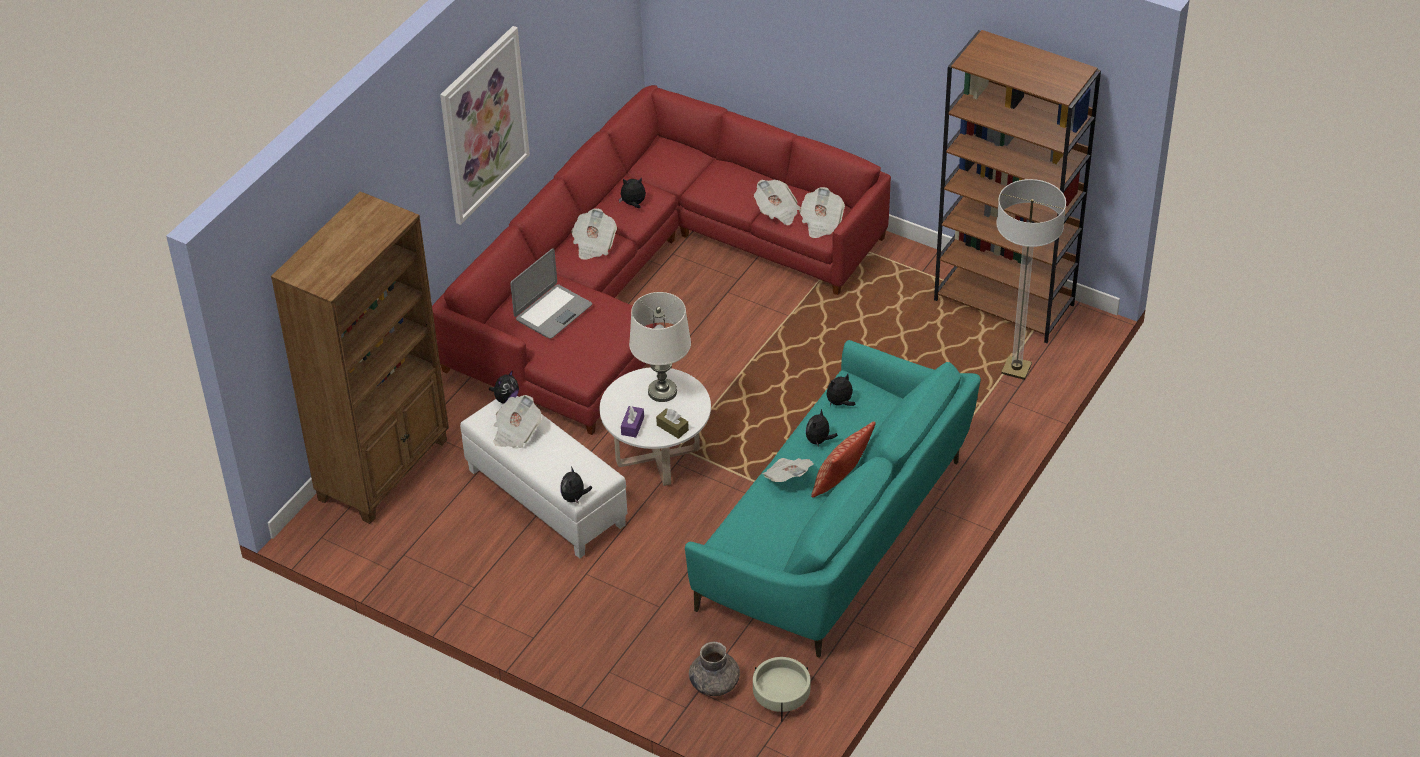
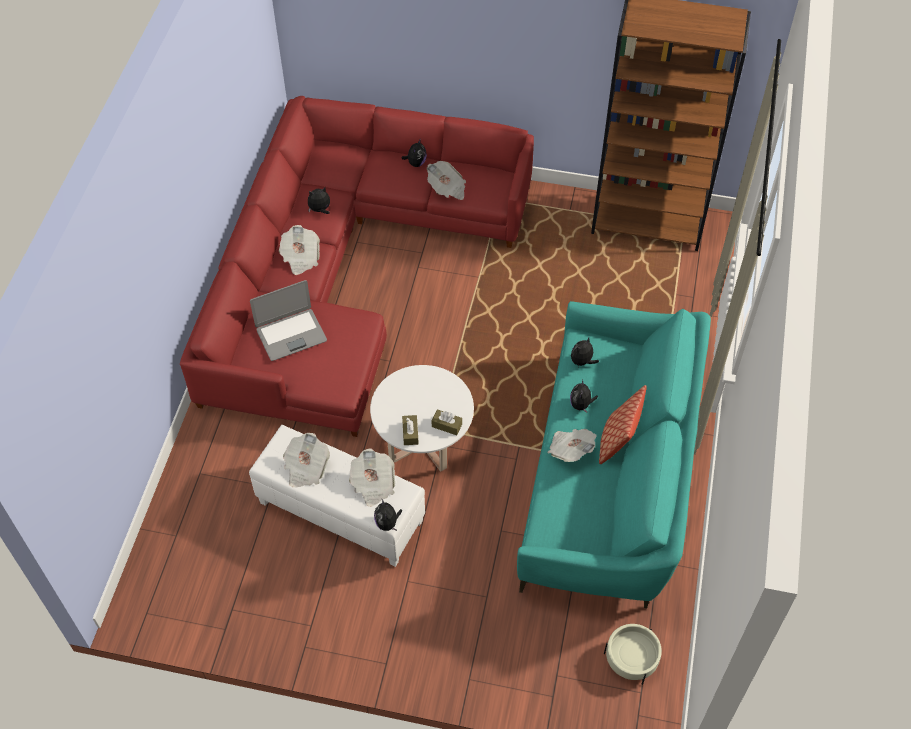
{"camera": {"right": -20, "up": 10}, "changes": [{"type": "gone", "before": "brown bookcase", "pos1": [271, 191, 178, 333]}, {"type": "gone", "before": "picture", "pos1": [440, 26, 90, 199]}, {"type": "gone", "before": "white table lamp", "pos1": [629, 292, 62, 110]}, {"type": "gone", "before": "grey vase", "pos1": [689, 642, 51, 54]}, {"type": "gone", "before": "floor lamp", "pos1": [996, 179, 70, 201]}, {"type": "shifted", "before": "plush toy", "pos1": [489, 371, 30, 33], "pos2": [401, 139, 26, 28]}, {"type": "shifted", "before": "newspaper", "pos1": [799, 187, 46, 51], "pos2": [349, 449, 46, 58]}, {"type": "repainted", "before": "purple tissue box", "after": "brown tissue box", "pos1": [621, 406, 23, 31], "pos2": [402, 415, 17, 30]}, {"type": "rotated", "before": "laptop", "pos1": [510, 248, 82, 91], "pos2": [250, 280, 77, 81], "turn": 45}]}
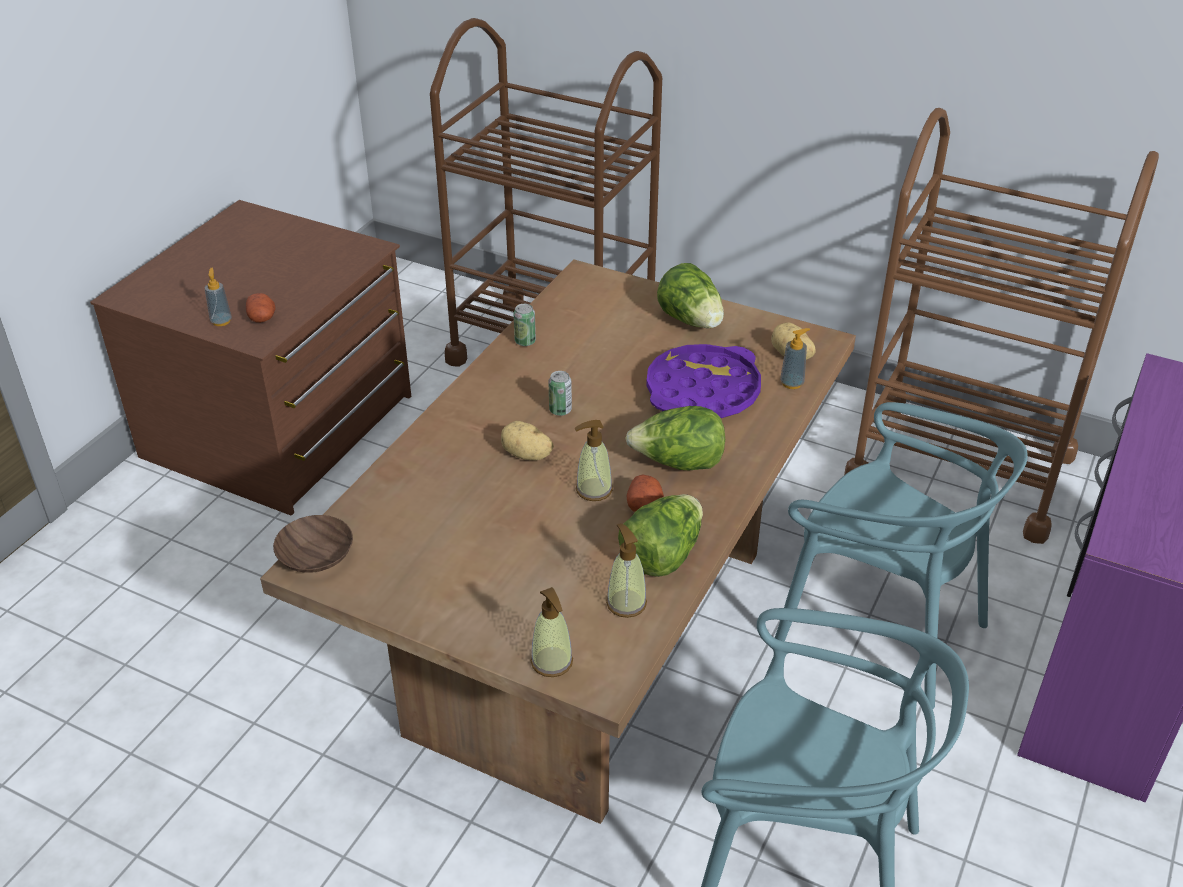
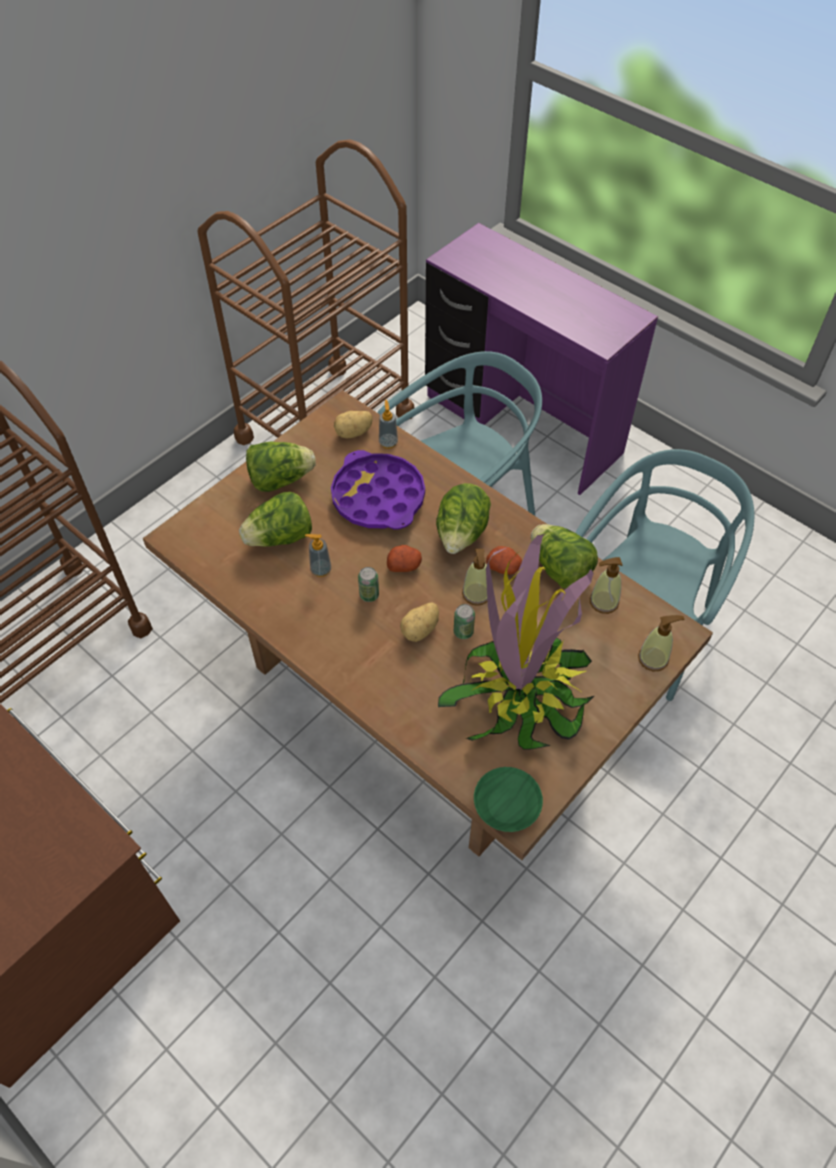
{"camera": {"right": -75, "up": 15}, "changes": [{"type": "new", "after": "lettuce", "pos2": [239, 492, 73, 55]}, {"type": "new", "after": "potted plant", "pos2": [438, 534, 156, 216]}, {"type": "shifted", "before": "soap dispenser", "pos1": [205, 268, 27, 58], "pos2": [305, 534, 26, 43]}, {"type": "shifted", "before": "potato", "pos1": [246, 293, 30, 30], "pos2": [387, 545, 35, 27]}, {"type": "shifted", "before": "can", "pos1": [513, 304, 23, 42], "pos2": [454, 604, 21, 35]}, {"type": "repainted", "before": "brown bowl", "after": "green bowl", "pos1": [273, 515, 80, 58], "pos2": [474, 767, 69, 65]}]}
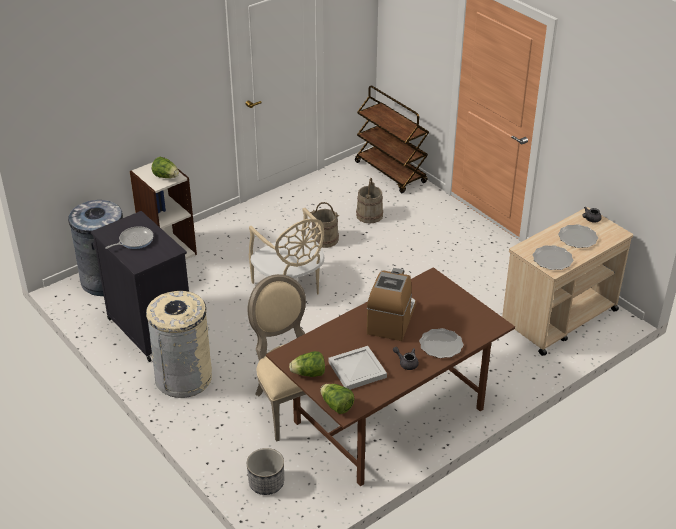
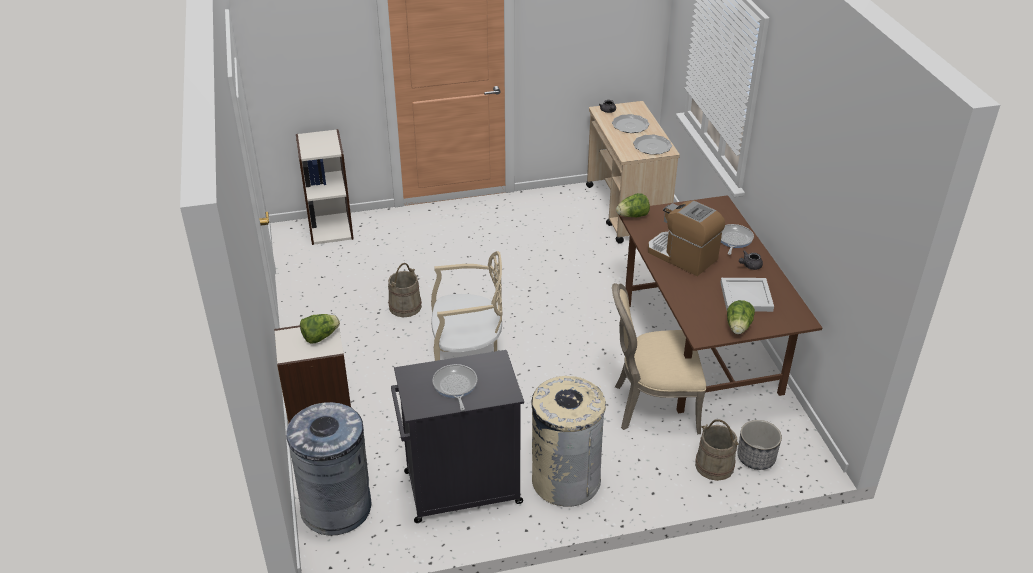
{"camera": {"right": -65, "up": 0}, "changes": [{"type": "shifted", "before": "lettuce", "pos1": [320, 384, 34, 30], "pos2": [616, 193, 34, 24]}, {"type": "shifted", "before": "beige bucket", "pos1": [356, 178, 27, 46], "pos2": [695, 419, 44, 62]}, {"type": "swapped", "before": "brown cart", "after": "bookcase", "pos1": [355, 85, 74, 108], "pos2": [296, 129, 58, 116]}, {"type": "swapped", "before": "plate", "after": "frying pan", "pos1": [419, 328, 45, 30], "pos2": [721, 224, 33, 31]}]}
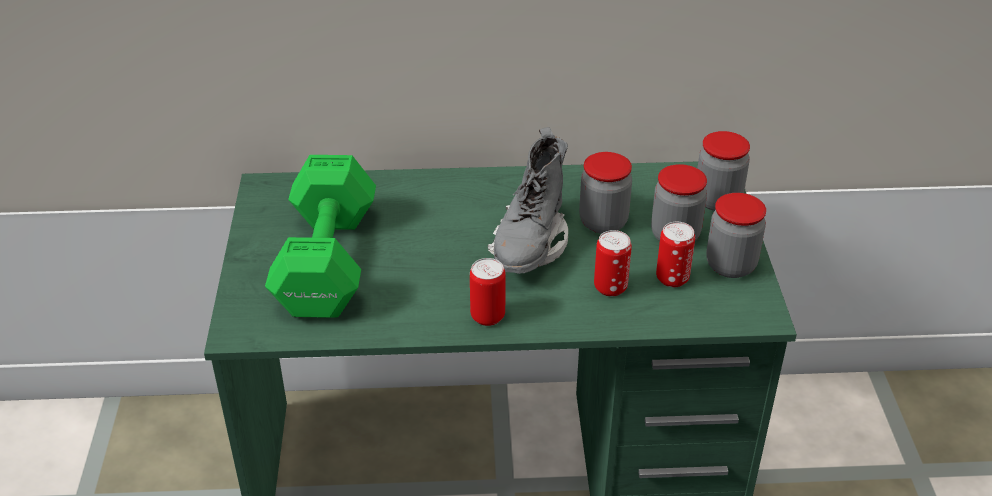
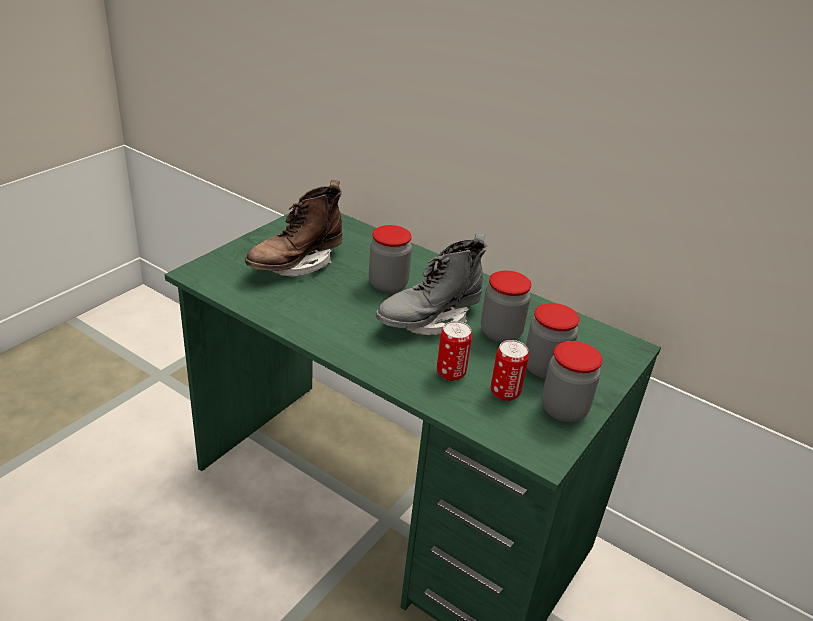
{"camera": {"right": 35, "up": -5}, "changes": [{"type": "gone", "before": "can", "pos1": [470, 258, 36, 68]}, {"type": "shifted", "before": "jar", "pos1": [697, 131, 53, 80], "pos2": [369, 225, 43, 68]}, {"type": "swapped", "before": "green dumbbell", "after": "brown boot", "pos1": [265, 155, 111, 163], "pos2": [245, 180, 98, 97]}]}
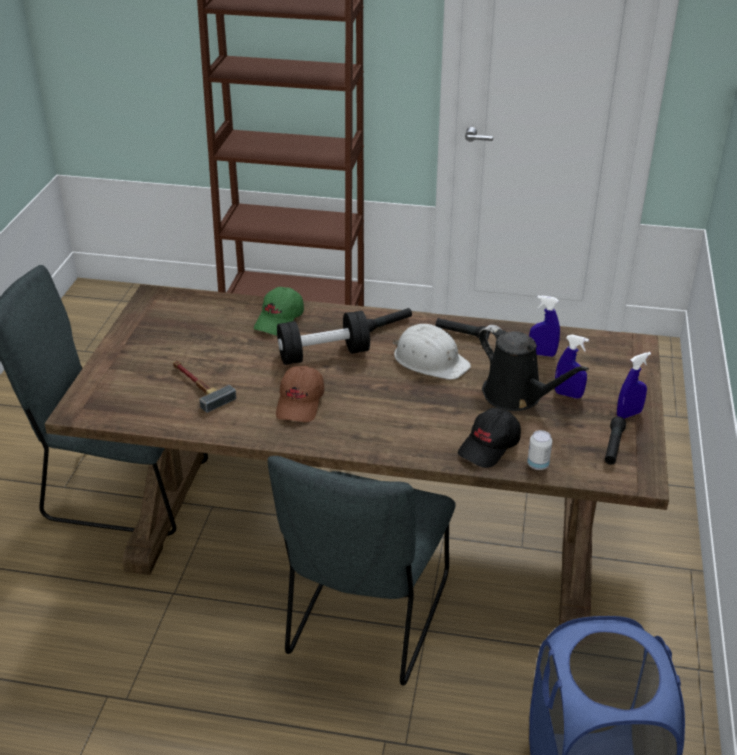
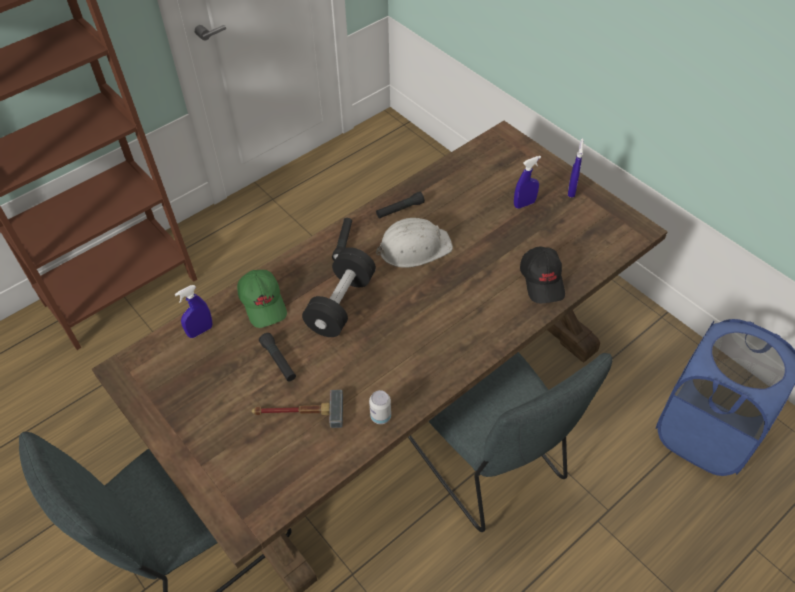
{"camera": {"right": -50, "up": 15}, "changes": [{"type": "gone", "before": "brown cap", "pos1": [276, 366, 48, 56]}, {"type": "gone", "before": "black watering can", "pos1": [479, 325, 110, 86]}, {"type": "shifted", "before": "can", "pos1": [527, 430, 25, 40], "pos2": [369, 390, 22, 34]}, {"type": "shifted", "before": "blue spray bottle", "pos1": [529, 295, 31, 62], "pos2": [175, 285, 37, 53]}, {"type": "shifted", "before": "black flashlight", "pos1": [605, 416, 21, 49], "pos2": [259, 333, 37, 48]}]}
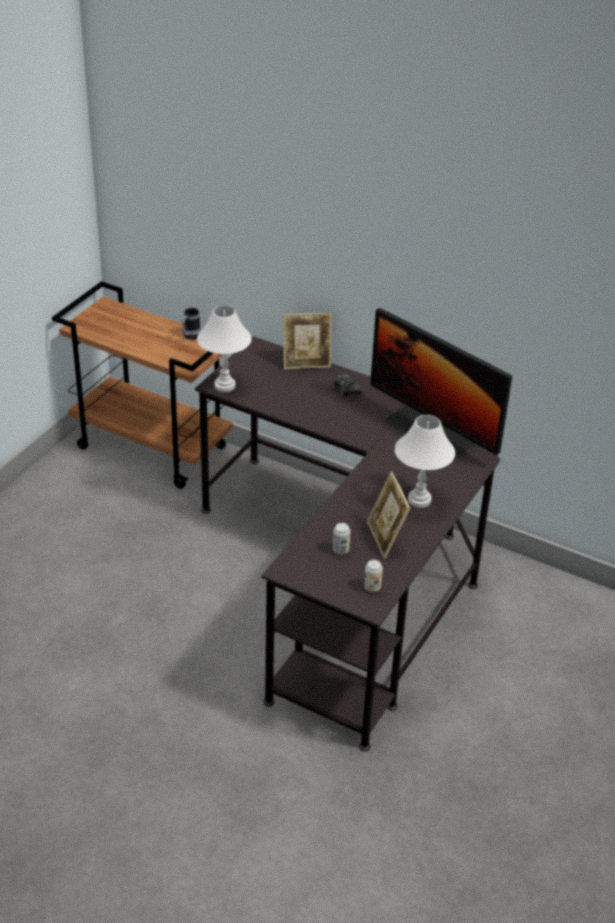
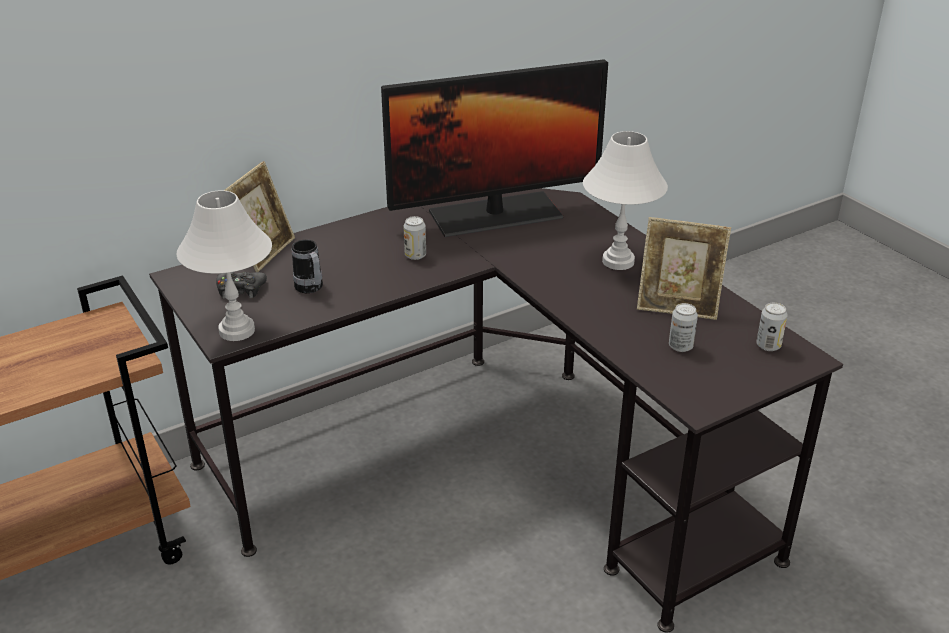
{"camera": {"right": -60, "up": -5}, "changes": [{"type": "new", "after": "can", "pos2": [404, 216, 22, 44]}, {"type": "shifted", "before": "mug", "pos1": [182, 308, 19, 32], "pos2": [292, 240, 31, 53]}, {"type": "shifted", "before": "black game controller", "pos1": [333, 374, 31, 23], "pos2": [216, 272, 51, 27]}]}
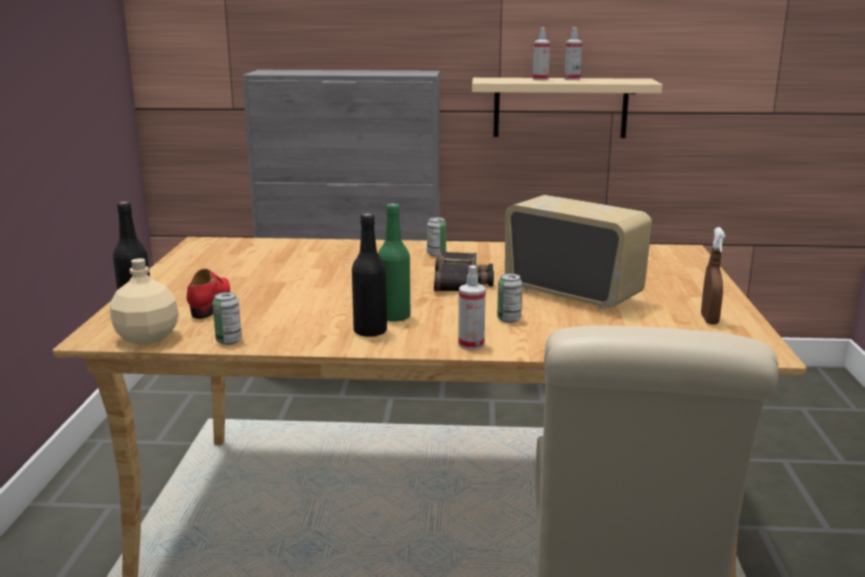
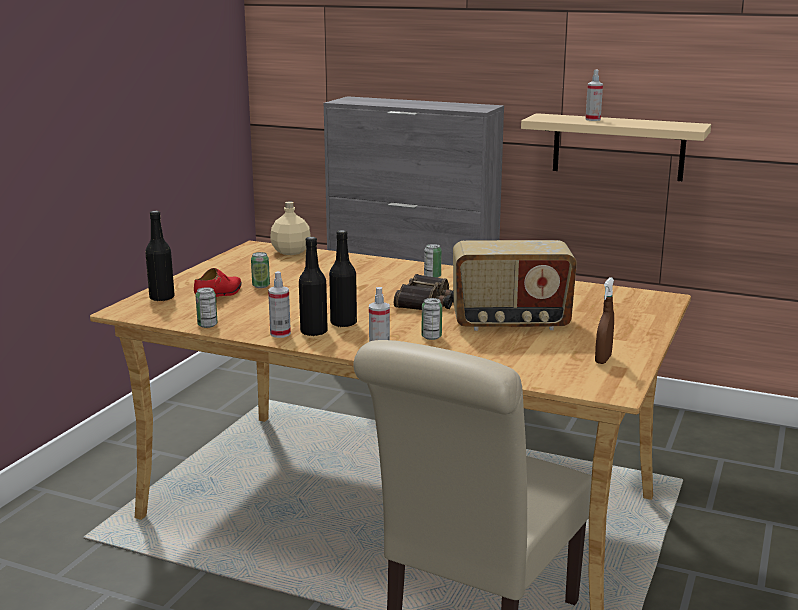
{"camera": {"right": 20, "up": 0}, "changes": [{"type": "new", "after": "can", "pos2": [251, 252, 19, 36]}, {"type": "shifted", "before": "beige bottle", "pos1": [110, 258, 69, 87], "pos2": [270, 201, 40, 54]}, {"type": "shifted", "before": "spray bottle", "pos1": [564, 27, 18, 53], "pos2": [268, 271, 23, 67]}, {"type": "repainted", "before": "green bottle", "after": "black bottle", "pos1": [378, 203, 32, 119], "pos2": [329, 230, 28, 98]}, {"type": "rotated", "before": "radio", "pos1": [505, 195, 147, 114], "pos2": [453, 240, 124, 91], "turn": 120}]}
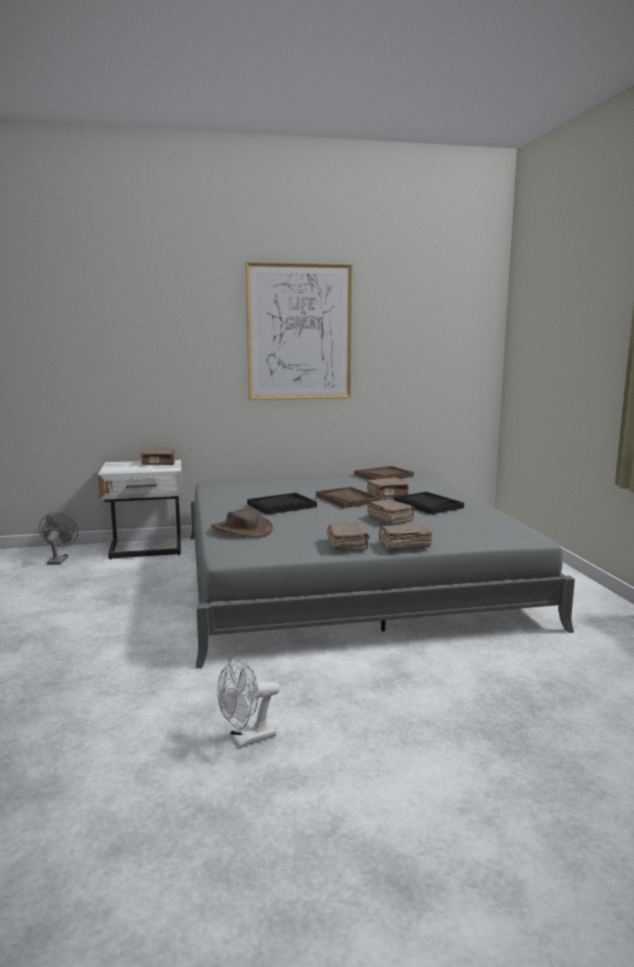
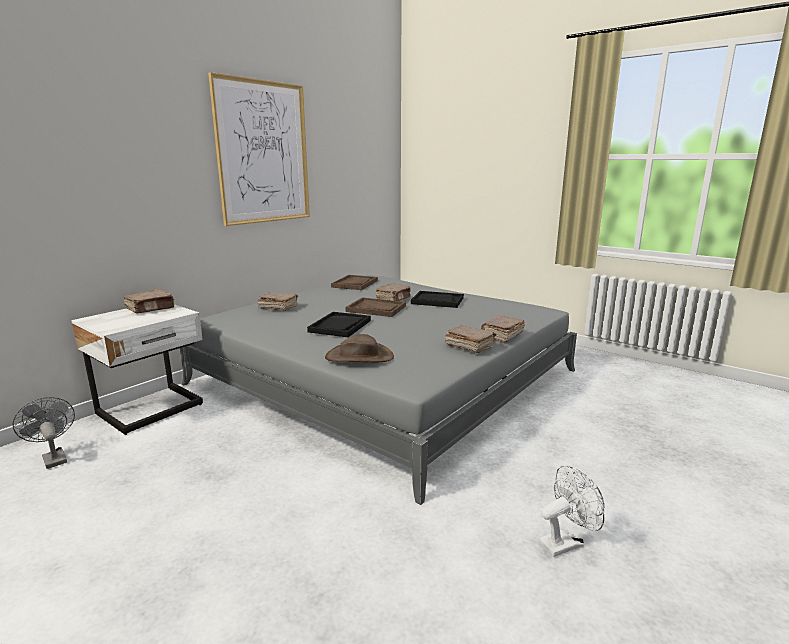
{"camera": {"right": -40, "up": 5}, "changes": [{"type": "shifted", "before": "brown book", "pos1": [367, 499, 49, 25], "pos2": [258, 292, 40, 19]}, {"type": "rotated", "before": "white fan", "pos1": [217, 656, 63, 92], "pos2": [539, 465, 65, 92], "turn": -135}]}
